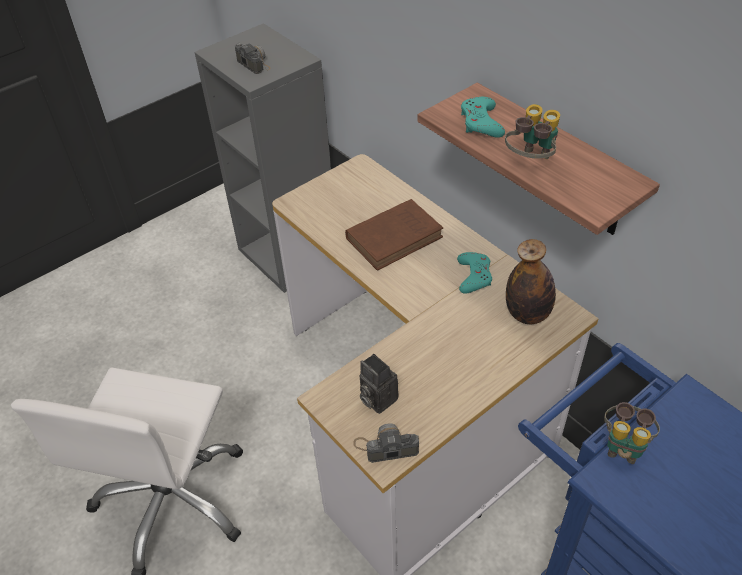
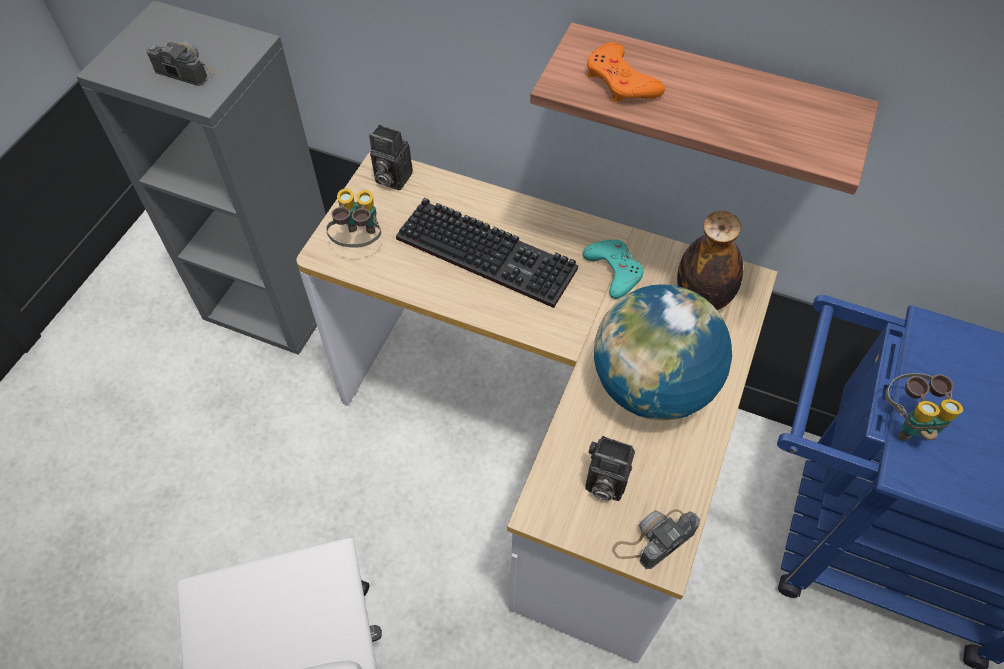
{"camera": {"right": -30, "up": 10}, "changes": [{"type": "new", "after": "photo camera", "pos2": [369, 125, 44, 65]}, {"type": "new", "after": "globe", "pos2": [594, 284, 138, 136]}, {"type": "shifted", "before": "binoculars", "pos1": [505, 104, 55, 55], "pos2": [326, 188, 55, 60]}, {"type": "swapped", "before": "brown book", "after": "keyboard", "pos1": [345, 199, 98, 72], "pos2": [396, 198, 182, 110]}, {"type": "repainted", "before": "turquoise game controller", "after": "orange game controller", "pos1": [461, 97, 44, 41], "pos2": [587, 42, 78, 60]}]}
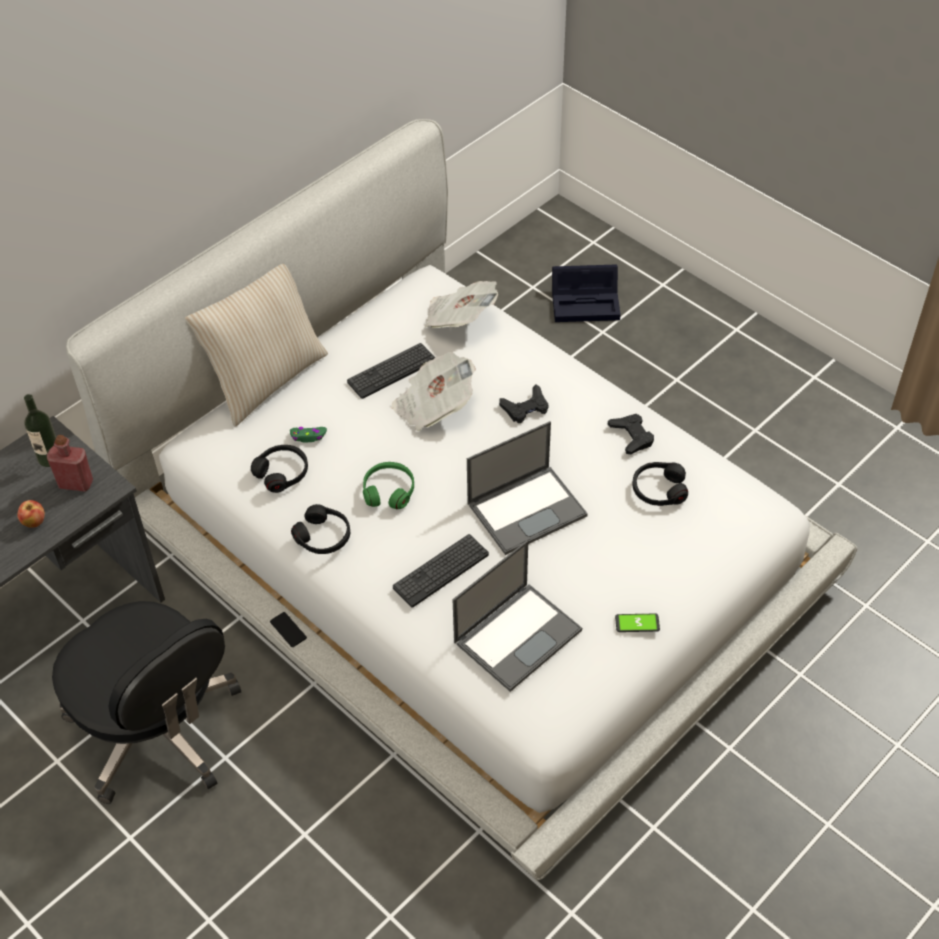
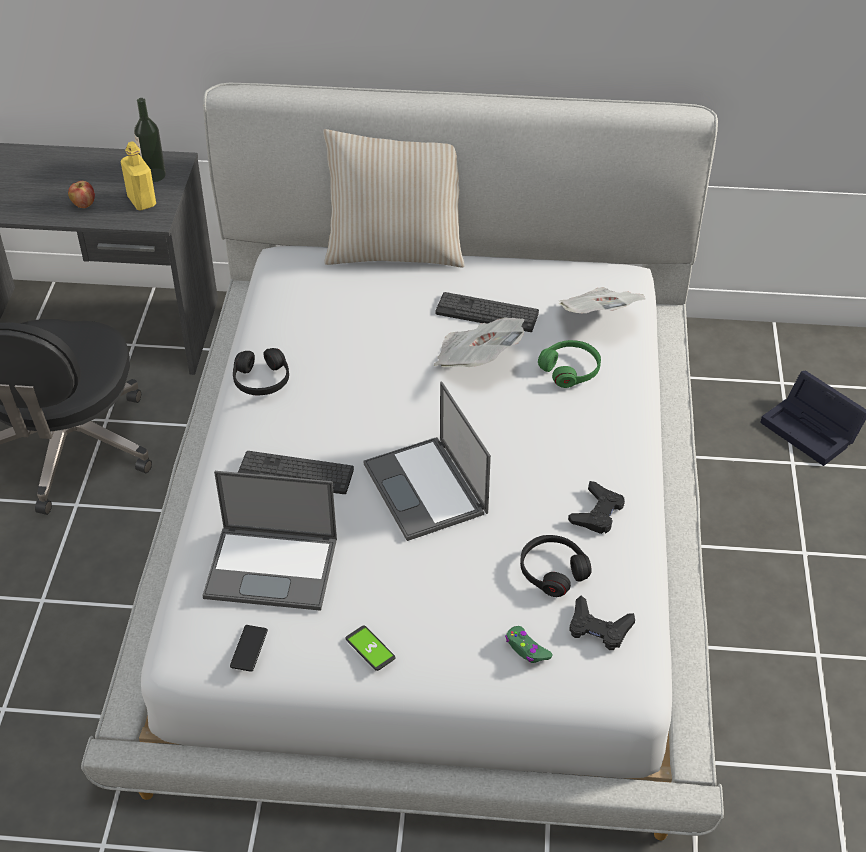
{"camera": {"right": 50, "up": -5}, "changes": [{"type": "gone", "before": "black headphones", "pos1": [251, 445, 57, 48]}, {"type": "shifted", "before": "phone", "pos1": [270, 612, 37, 35], "pos2": [230, 625, 38, 47]}, {"type": "shifted", "before": "green game controller", "pos1": [290, 427, 37, 15], "pos2": [505, 626, 48, 37]}, {"type": "shifted", "before": "green headphones", "pos1": [363, 462, 51, 47], "pos2": [538, 340, 63, 48]}, {"type": "shifted", "before": "black game controller", "pos1": [499, 384, 49, 39], "pos2": [569, 596, 66, 54]}, {"type": "repainted", "before": "red bottle", "after": "yellow bottle", "pos1": [47, 435, 46, 57], "pos2": [120, 142, 36, 69]}, {"type": "rotated", "before": "laptop", "pos1": [467, 421, 121, 134], "pos2": [364, 381, 127, 160], "turn": 45}]}
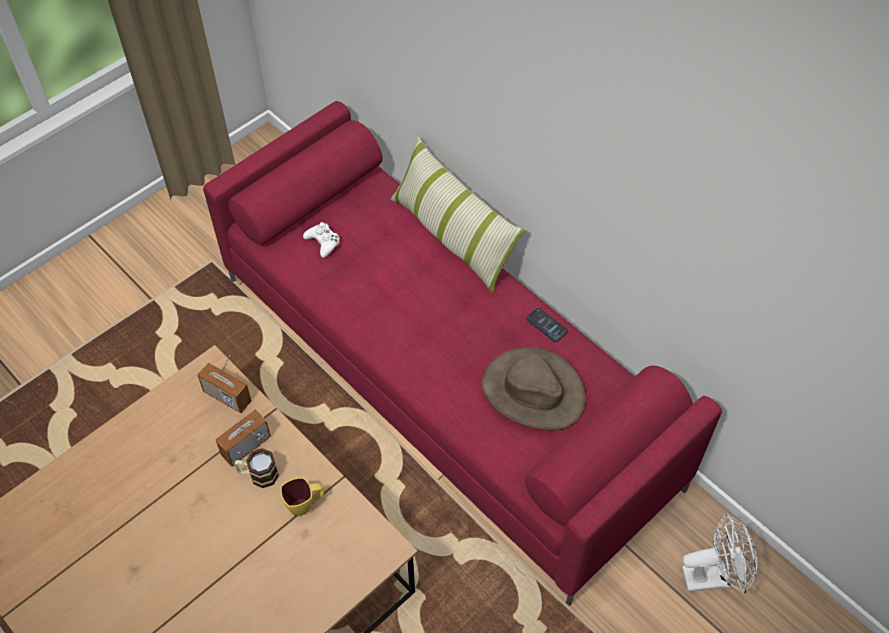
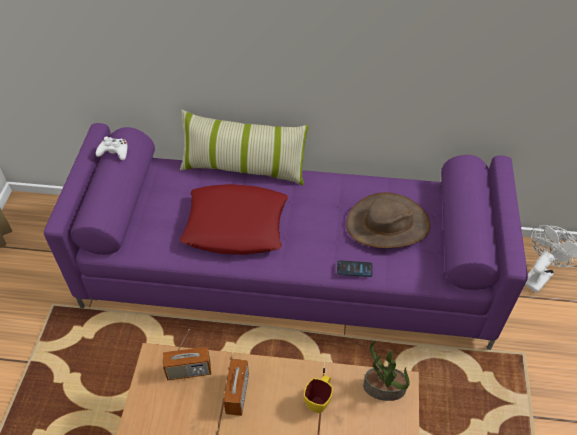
{"camera": {"right": -40, "up": -5}, "changes": [{"type": "gone", "before": "mug", "pos1": [234, 448, 45, 40]}, {"type": "new", "after": "red pillow", "pos2": [180, 184, 108, 71]}, {"type": "new", "after": "potted plant", "pos2": [363, 341, 47, 60]}, {"type": "shifted", "before": "white game controller", "pos1": [303, 222, 37, 36], "pos2": [96, 136, 32, 24]}, {"type": "shifted", "before": "phone", "pos1": [526, 308, 42, 34], "pos2": [337, 260, 36, 17]}, {"type": "repainted", "before": "red sofa", "after": "purple sofa", "pos1": [203, 101, 519, 505], "pos2": [44, 123, 484, 227]}]}
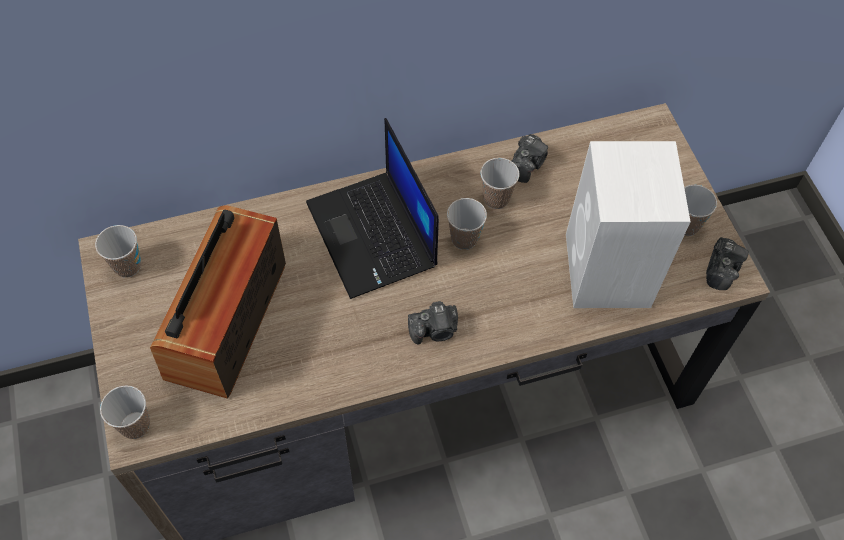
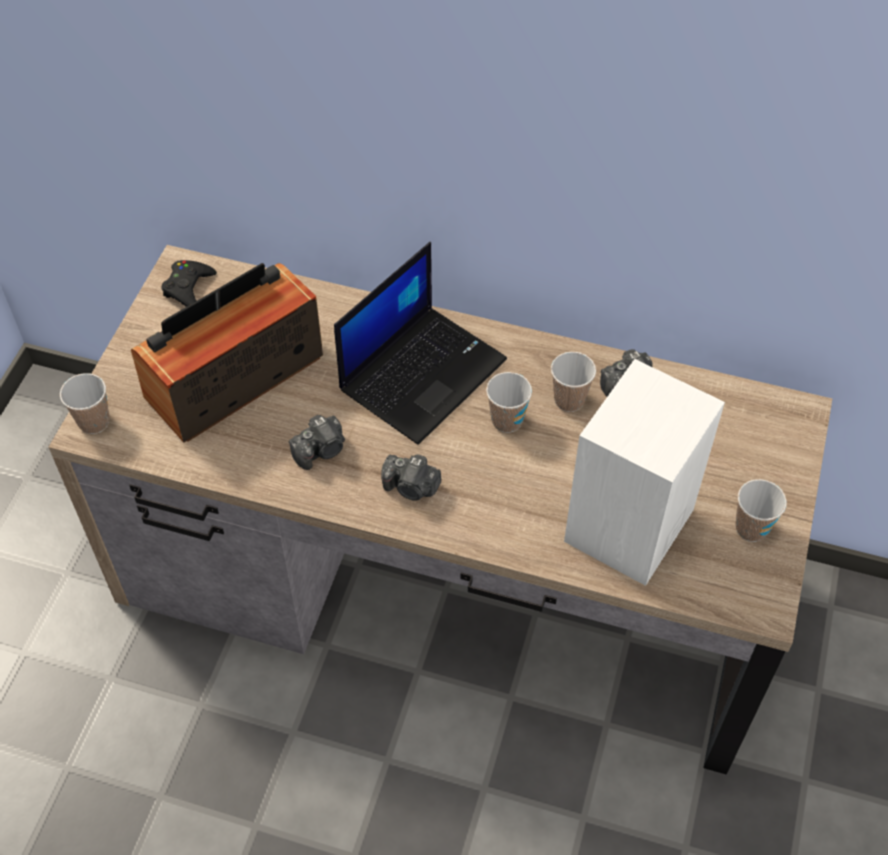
{"camera": {"right": 35, "up": -5}, "changes": [{"type": "shifted", "before": "photo camera", "pos1": [706, 237, 43, 53], "pos2": [289, 415, 56, 55]}, {"type": "swapped", "before": "cup", "after": "black game controller", "pos1": [95, 225, 46, 53], "pos2": [161, 260, 56, 47]}, {"type": "rotated", "before": "laptop", "pos1": [306, 118, 133, 181], "pos2": [334, 242, 173, 203], "turn": -150}]}
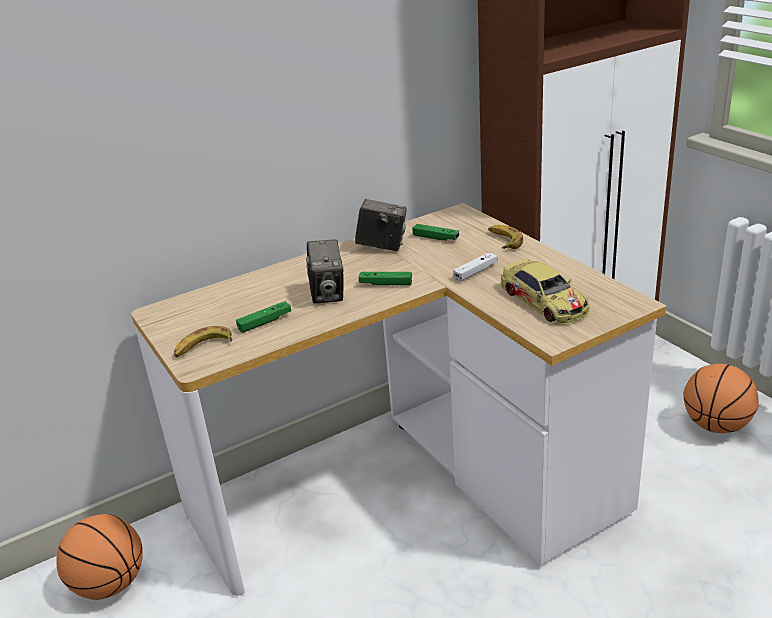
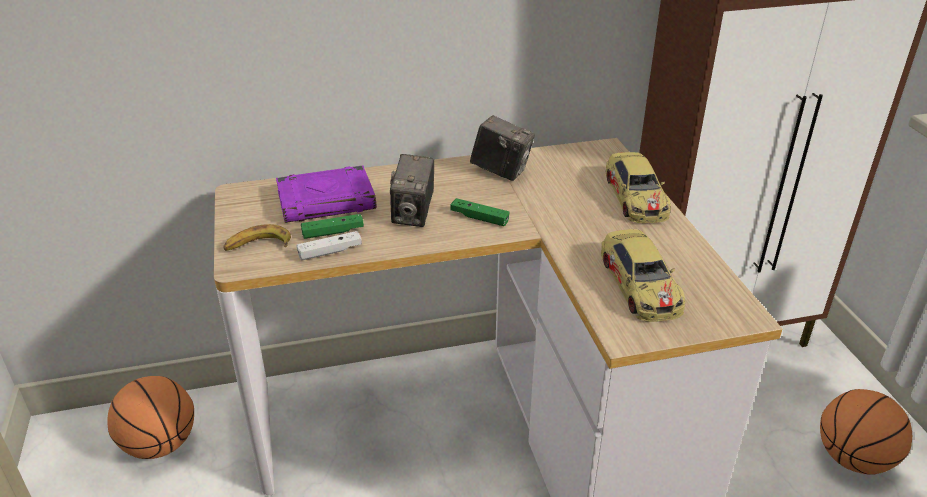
{"camera": {"right": 15, "up": 5}, "changes": [{"type": "gone", "before": "green game controller", "pos1": [412, 224, 47, 17]}, {"type": "new", "after": "purple book", "pos2": [276, 165, 100, 58]}, {"type": "shifted", "before": "white game controller", "pos1": [453, 252, 45, 30], "pos2": [297, 231, 65, 29]}, {"type": "swapped", "before": "banana", "after": "toy car", "pos1": [488, 225, 35, 24], "pos2": [606, 152, 65, 71]}]}
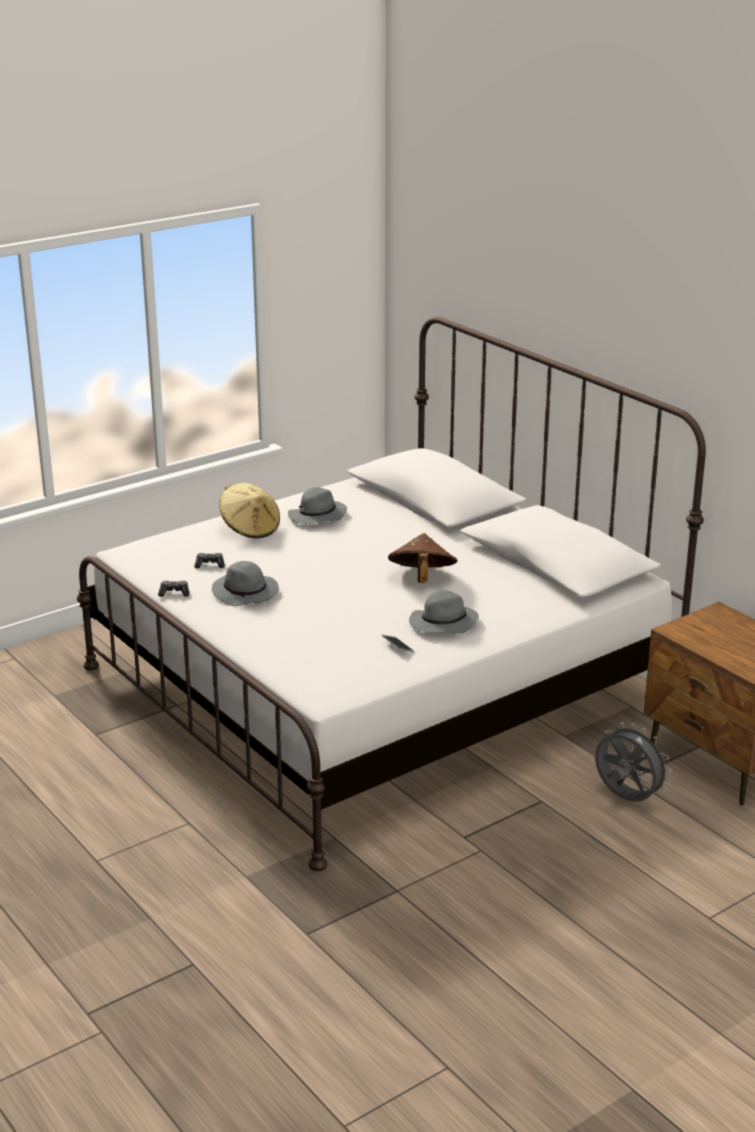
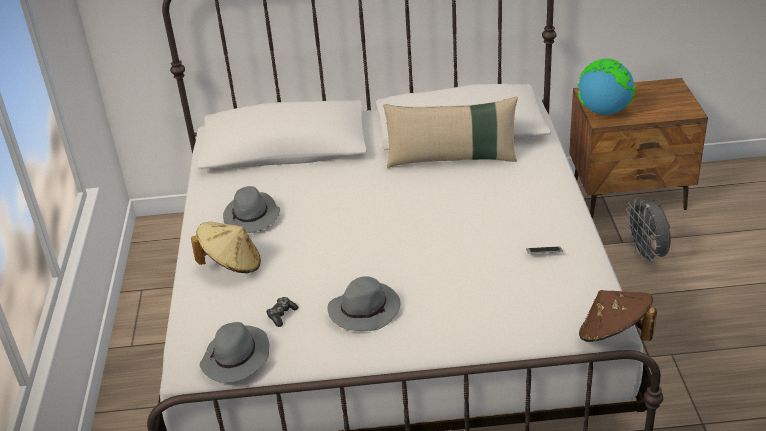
{"camera": {"right": -55, "up": 10}, "changes": [{"type": "gone", "before": "game controller", "pos1": [158, 581, 32, 16]}, {"type": "new", "after": "beige pillow", "pos2": [383, 97, 135, 71]}, {"type": "new", "after": "globe", "pos2": [578, 59, 58, 56]}, {"type": "shifted", "before": "brown hat", "pos1": [388, 533, 70, 50], "pos2": [579, 290, 78, 52]}, {"type": "shifted", "before": "grey hat", "pos1": [409, 590, 70, 44], "pos2": [200, 322, 69, 61]}, {"type": "rotated", "before": "grey fan", "pos1": [595, 722, 77, 80], "pos2": [625, 197, 46, 67], "turn": -90}]}
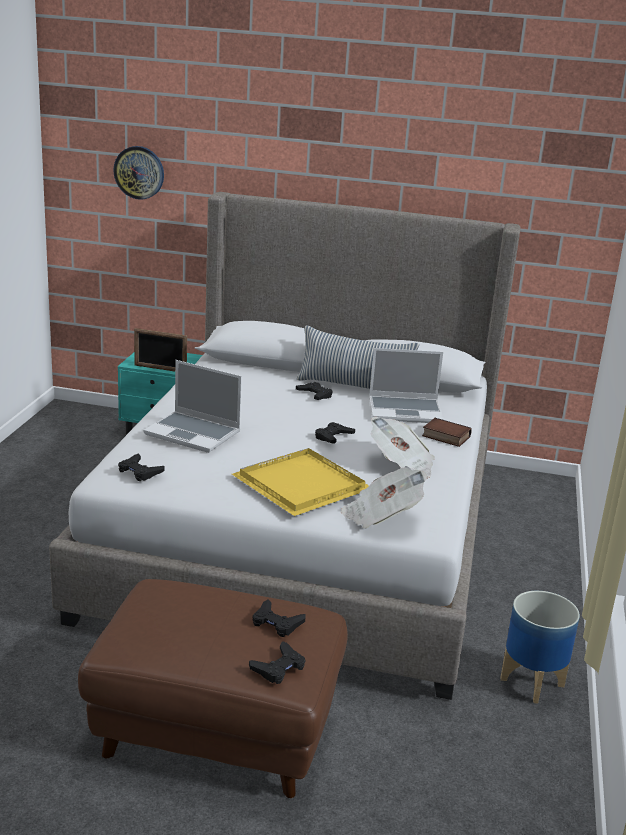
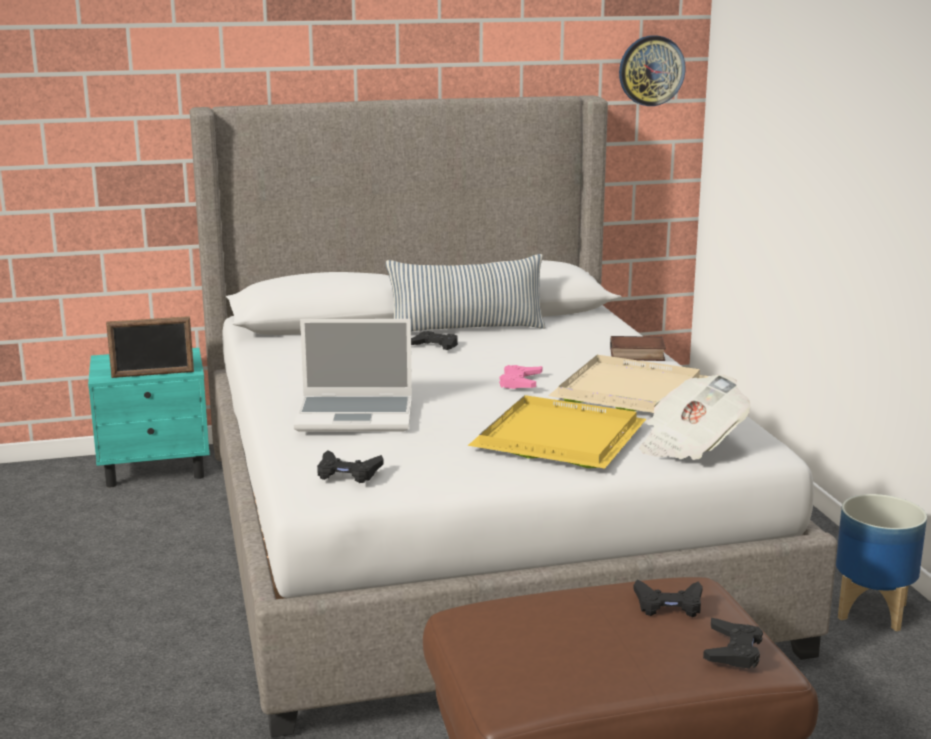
{"camera": {"right": -25, "up": -5}, "changes": [{"type": "gone", "before": "laptop", "pos1": [369, 348, 75, 75]}, {"type": "shifted", "before": "wall clock", "pos1": [113, 146, 51, 54], "pos2": [619, 35, 67, 71]}, {"type": "swapped", "before": "newspaper", "after": "beige tray", "pos1": [370, 417, 65, 61], "pos2": [548, 355, 161, 58]}, {"type": "repainted", "before": "black game controller", "after": "pink game controller", "pos1": [315, 422, 40, 22], "pos2": [499, 365, 43, 24]}]}
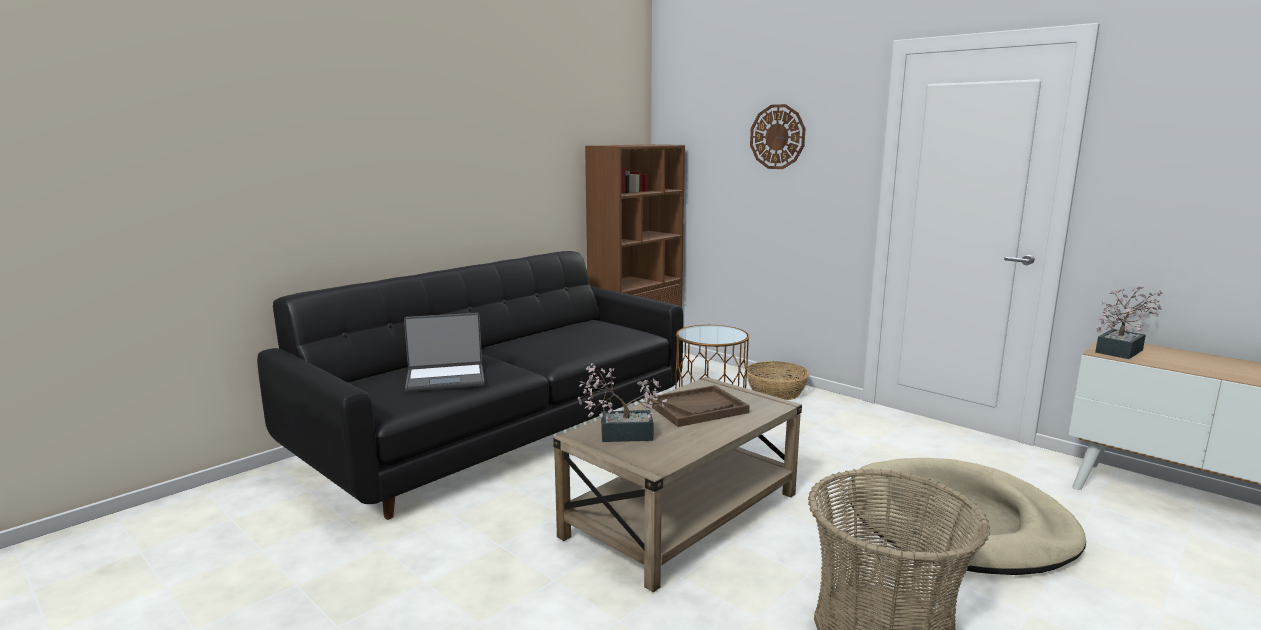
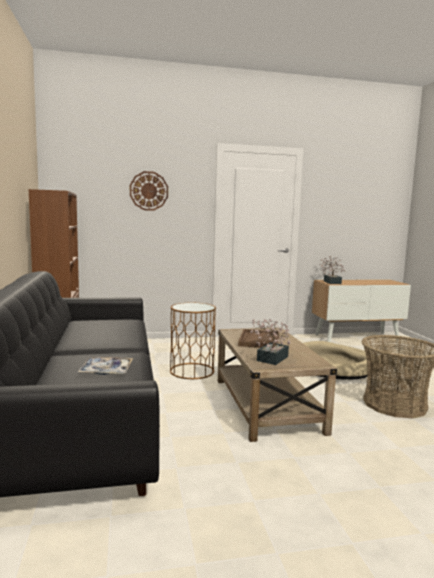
{"camera": {"right": -55, "up": -5}, "changes": [{"type": "gone", "before": "basket", "pos1": [747, 361, 62, 39]}, {"type": "swapped", "before": "laptop", "after": "tray", "pos1": [404, 313, 81, 79], "pos2": [78, 357, 55, 18]}]}
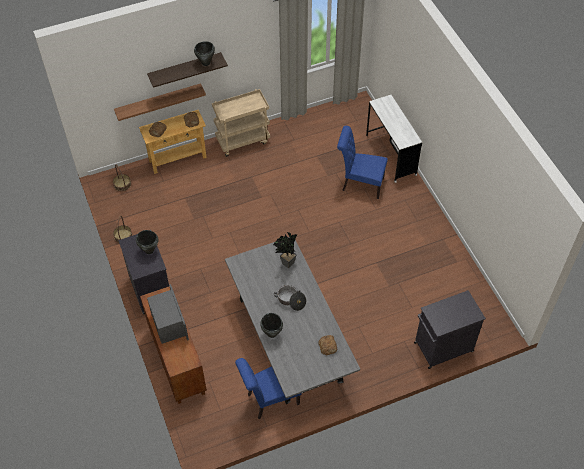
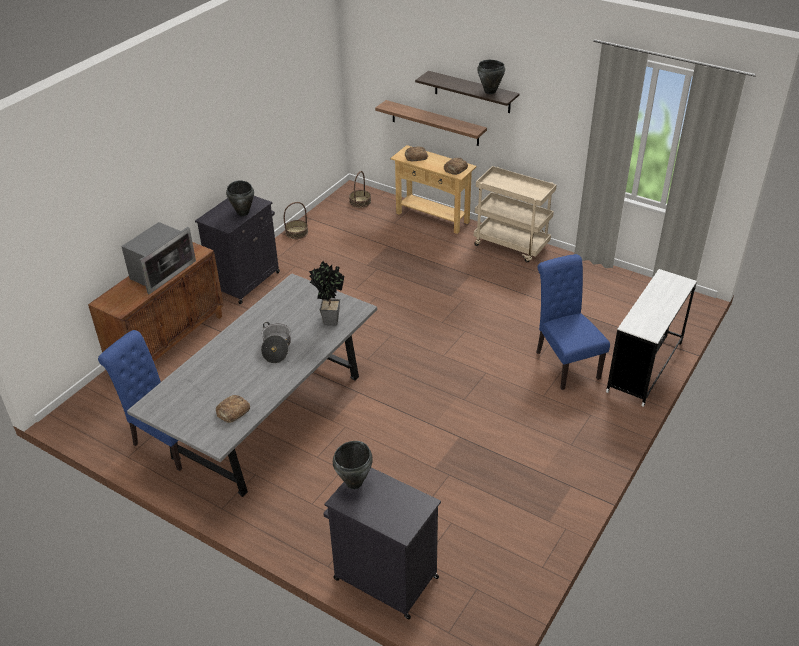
{"camera": {"right": 55, "up": -15}, "changes": [{"type": "shifted", "before": "black cooking pot", "pos1": [260, 313, 23, 25], "pos2": [333, 441, 40, 48]}]}
